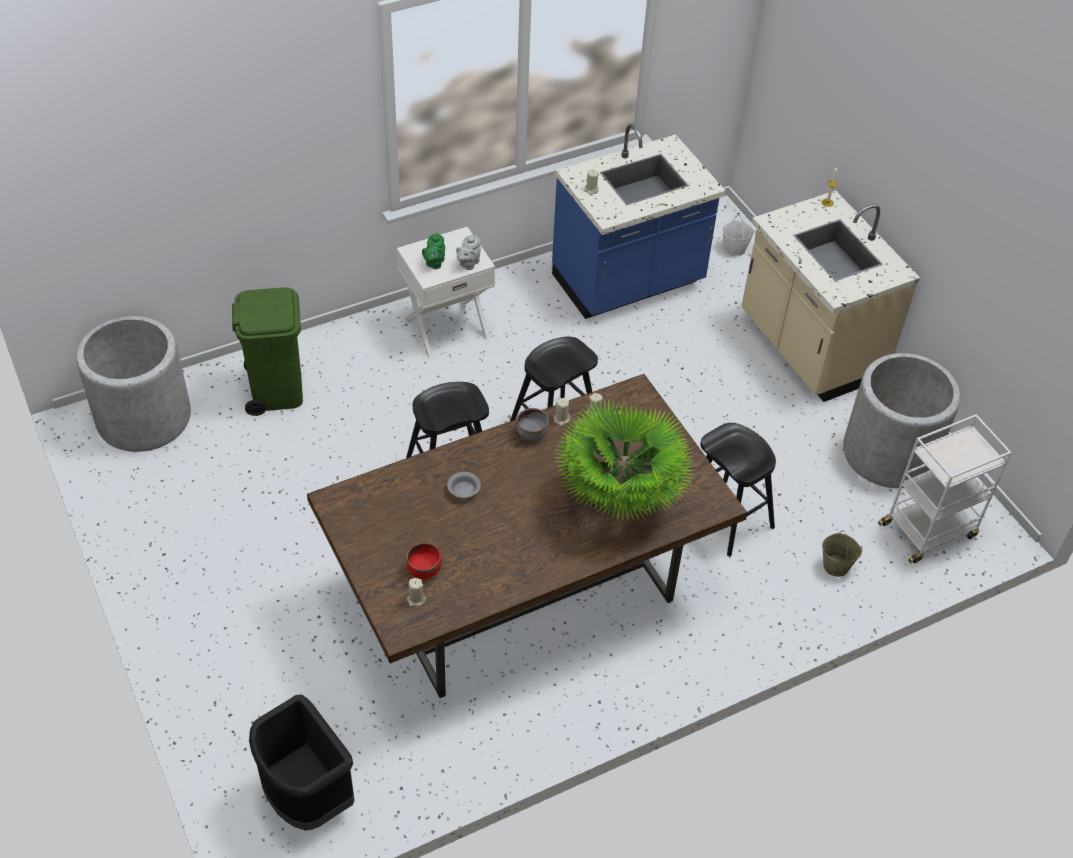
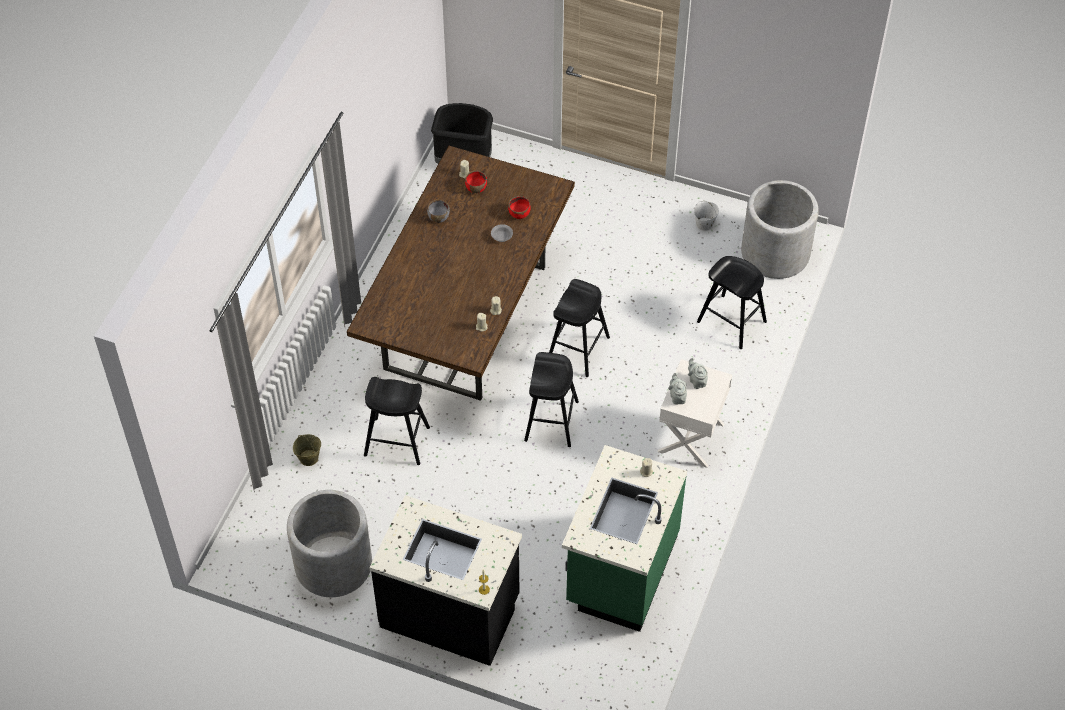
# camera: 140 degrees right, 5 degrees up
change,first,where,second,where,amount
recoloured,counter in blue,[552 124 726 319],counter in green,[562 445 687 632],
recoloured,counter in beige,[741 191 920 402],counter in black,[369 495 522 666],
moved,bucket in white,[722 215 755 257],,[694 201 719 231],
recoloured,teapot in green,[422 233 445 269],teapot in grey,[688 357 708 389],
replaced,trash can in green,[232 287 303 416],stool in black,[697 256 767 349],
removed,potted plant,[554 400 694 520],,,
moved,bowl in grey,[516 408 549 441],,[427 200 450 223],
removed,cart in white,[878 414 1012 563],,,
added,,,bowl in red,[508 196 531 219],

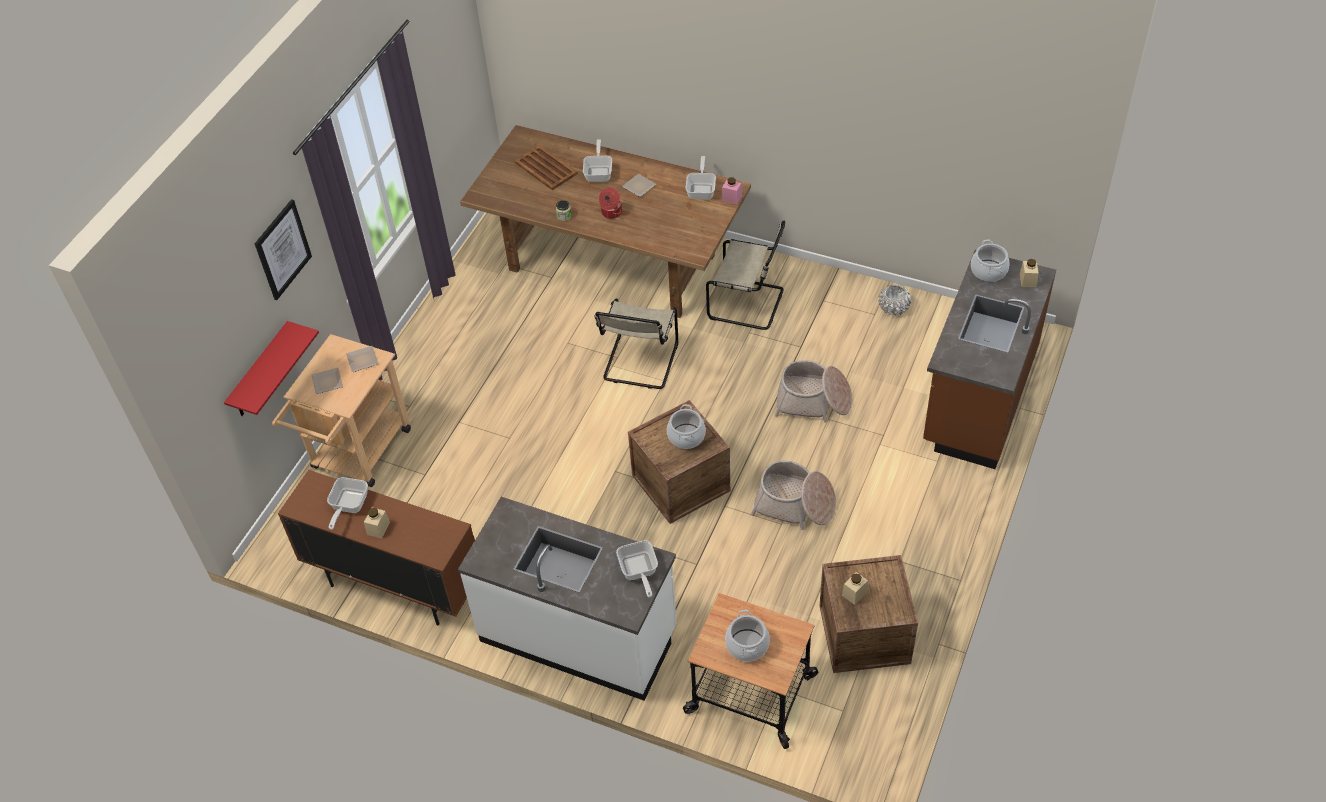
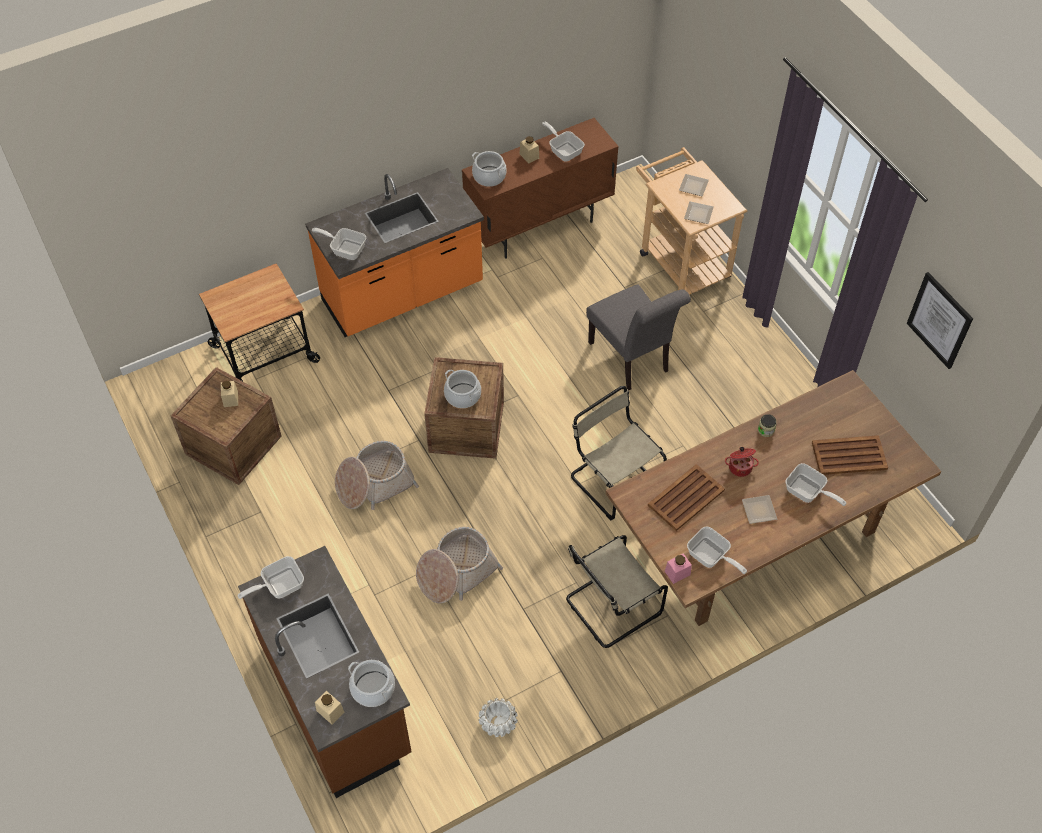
# camera: 125 degrees right, 5 degrees up
change,first,where,second,where,amount
moved,picture,[255 199 312 300],,[907 272 973 369],
removed,shelf in red,[224 321 319 416],,,
recoloured,counter in white,[458 497 677 701],counter in orange,[305 168 484 337],
moved,cooking pot,[725 610 770 662],,[472 151 507 187],
added,,,chair in grey,[586 284 691 391],
added,,,tray in brown,[648 464 725 531],
added,,,frying pan,[238 556 304 599],

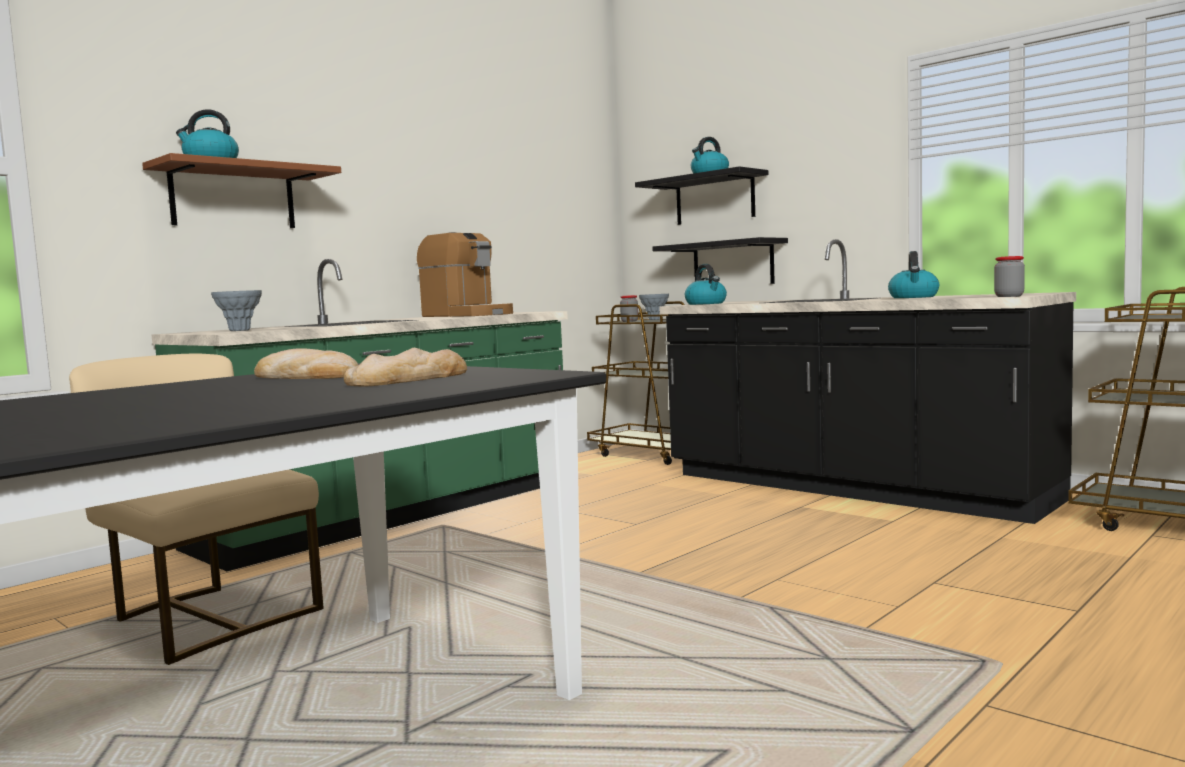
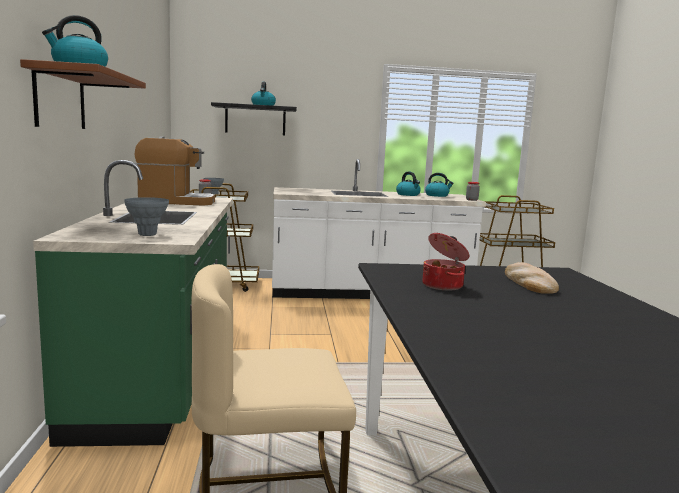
# camera: 50 degrees left, 5 degrees up
change,first,where,second,where,amount
removed,shelf in black,[652 237 788 284],,,
recoloured,counter in black,[660 239 1076 524],counter in white,[272 159 486 299],
moved,kettle,[685 264 727 305],,[425 173 454 197],
replaced,bread,[254 348 358 379],cooking pot,[422 233 469 290],

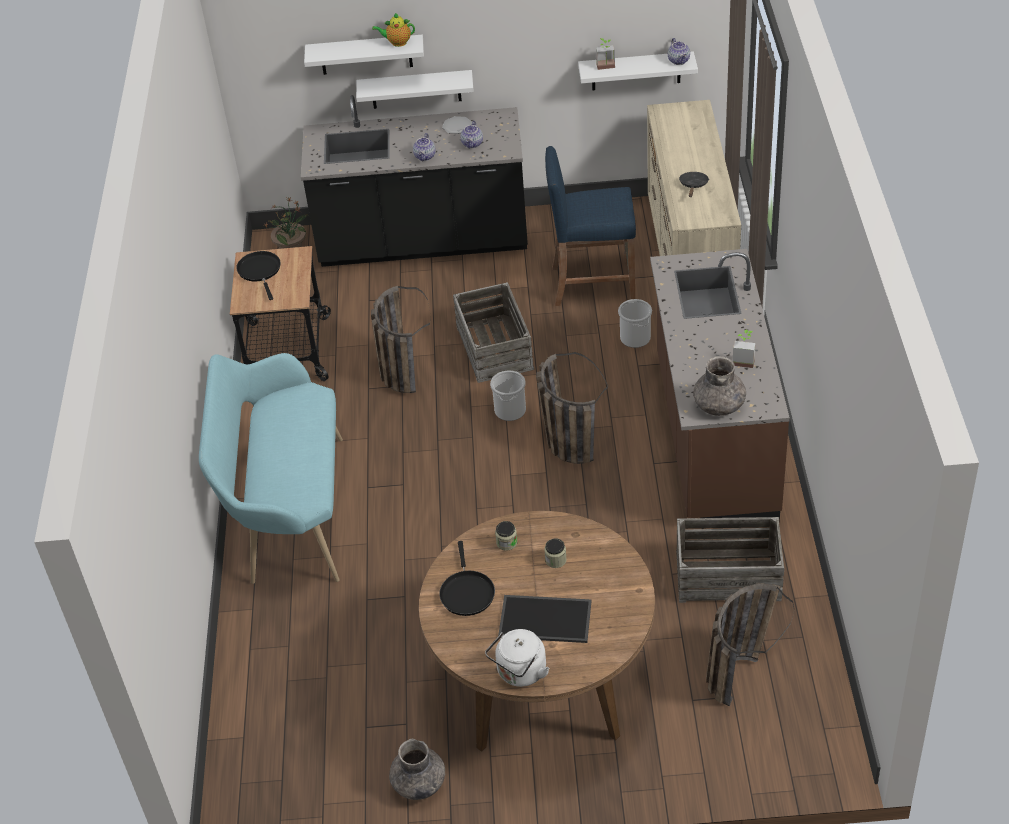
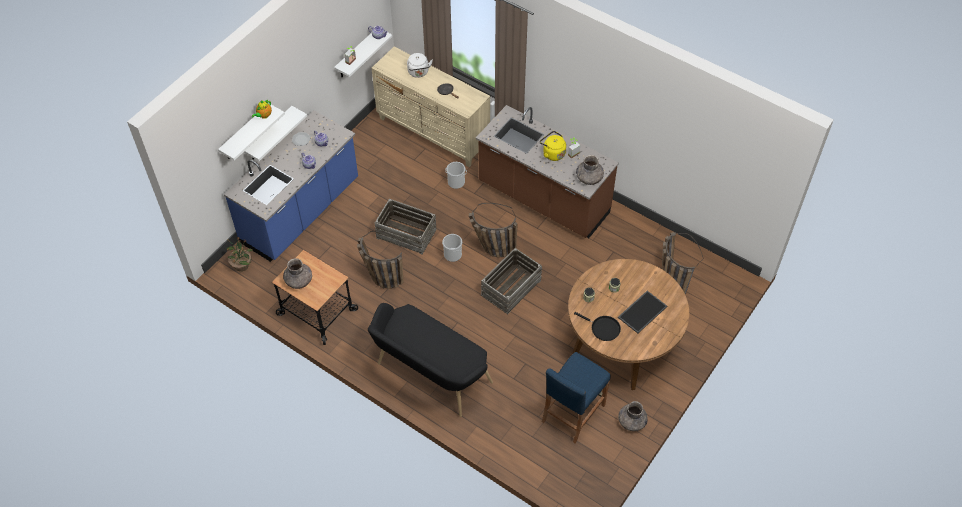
# camera: 55 degrees left, 10 degrees up
change,first,where,second,where,amount
recoloured,counter in black,[301 95 528 267],counter in blue,[224 111 358 262],
moved,stool in blue,[545 146 636 306],,[542 352 611 443],
replaced,frying pan in black,[236 251 280 300],vase in grey,[283 258 312 289],
recoloured,bench in turquoise,[199 353 343 584],bench in black,[368 303 493 417],
moved,crate,[676 517 784 603],,[481 248 542 314],
moved,kettle in white,[485 629 549 687],,[407 53 433 78],
added,,,kettle in yellow,[539 131 566 161],

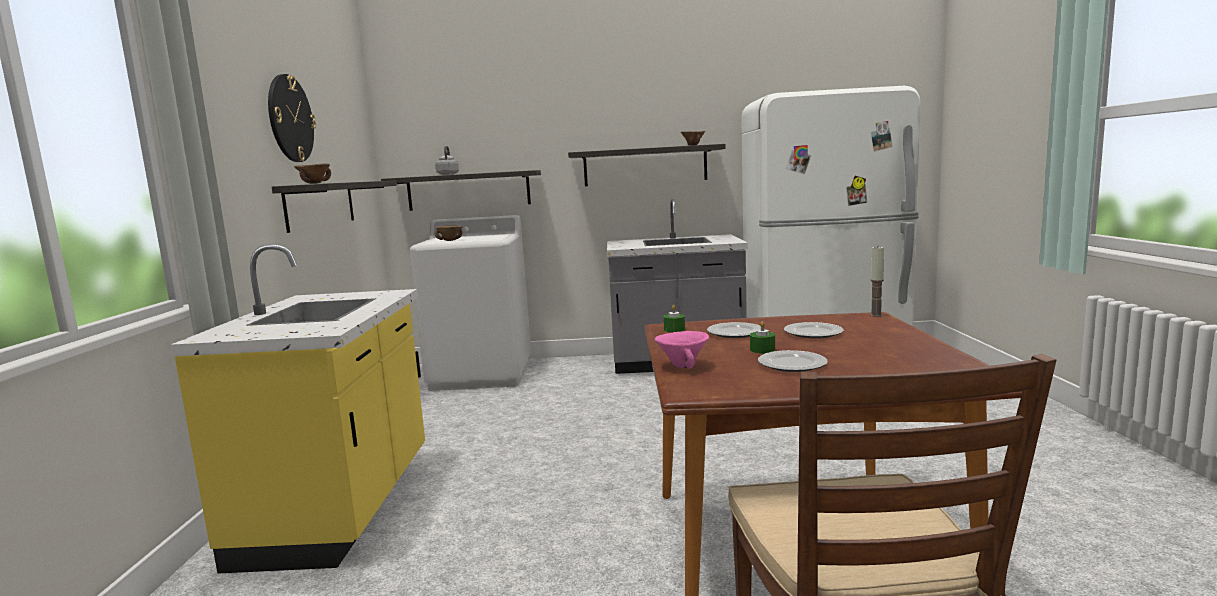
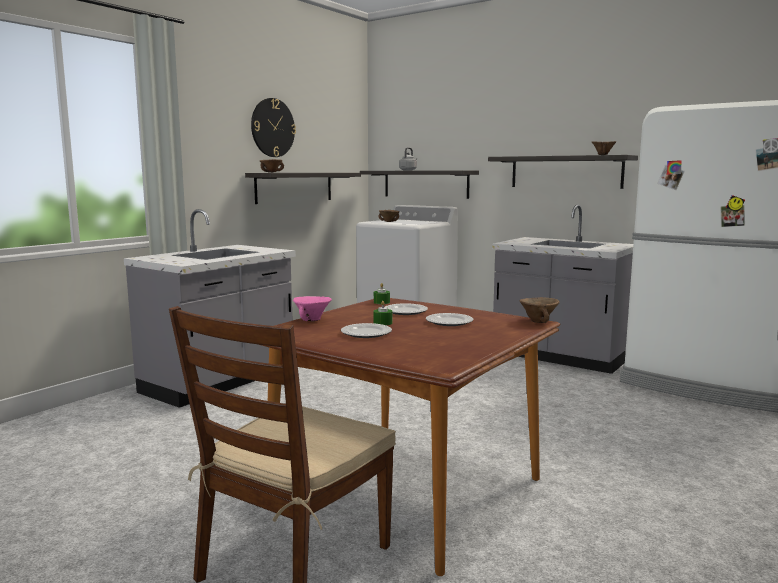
# camera: 35 degrees right, 0 degrees up
change,first,where,second,where,amount
recoloured,counter in yellow,[171 244 425 574],counter in grey,[124 209 296 408],
replaced,candle,[870 247 884 317],bowl in brown,[520 297 560 323],

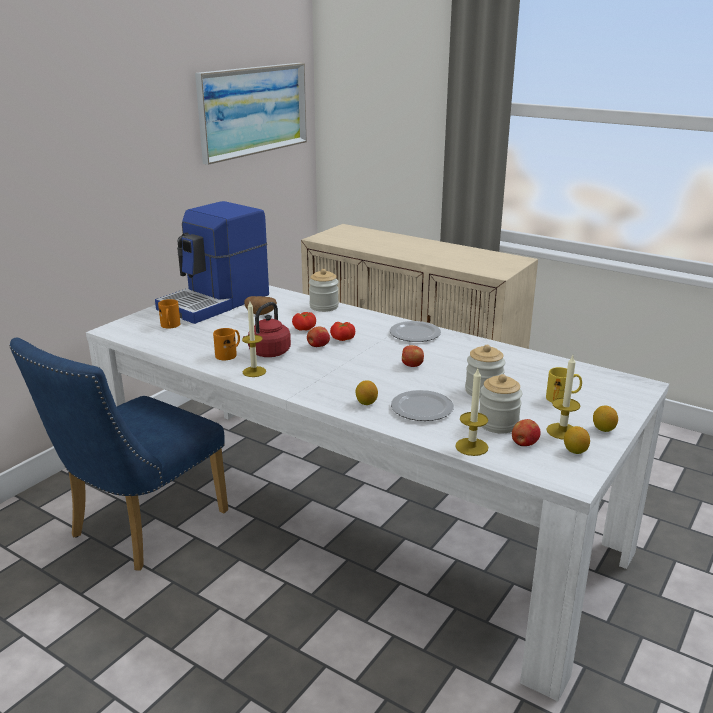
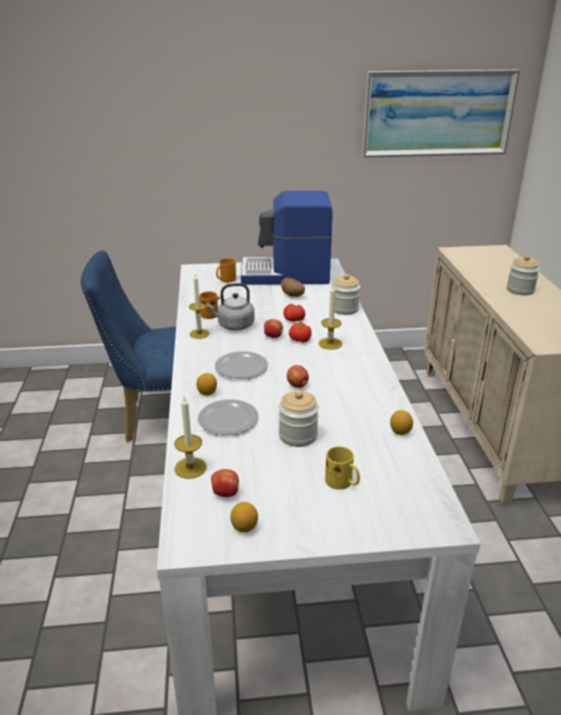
# camera: 50 degrees right, 5 degrees up
change,first,where,second,where,amount
recoloured,kettle in red,[244 302 291 357],kettle in grey,[206 283 255 331],
moved,plate,[390 321 441 342],,[215 351 268 379],
moved,candle,[546 355 580 440],,[318 286 342 350],
moved,jar,[479 374 522 433],,[507 255 540 295],
moved,lemon,[593 406 618 432],,[390 410 413 435],

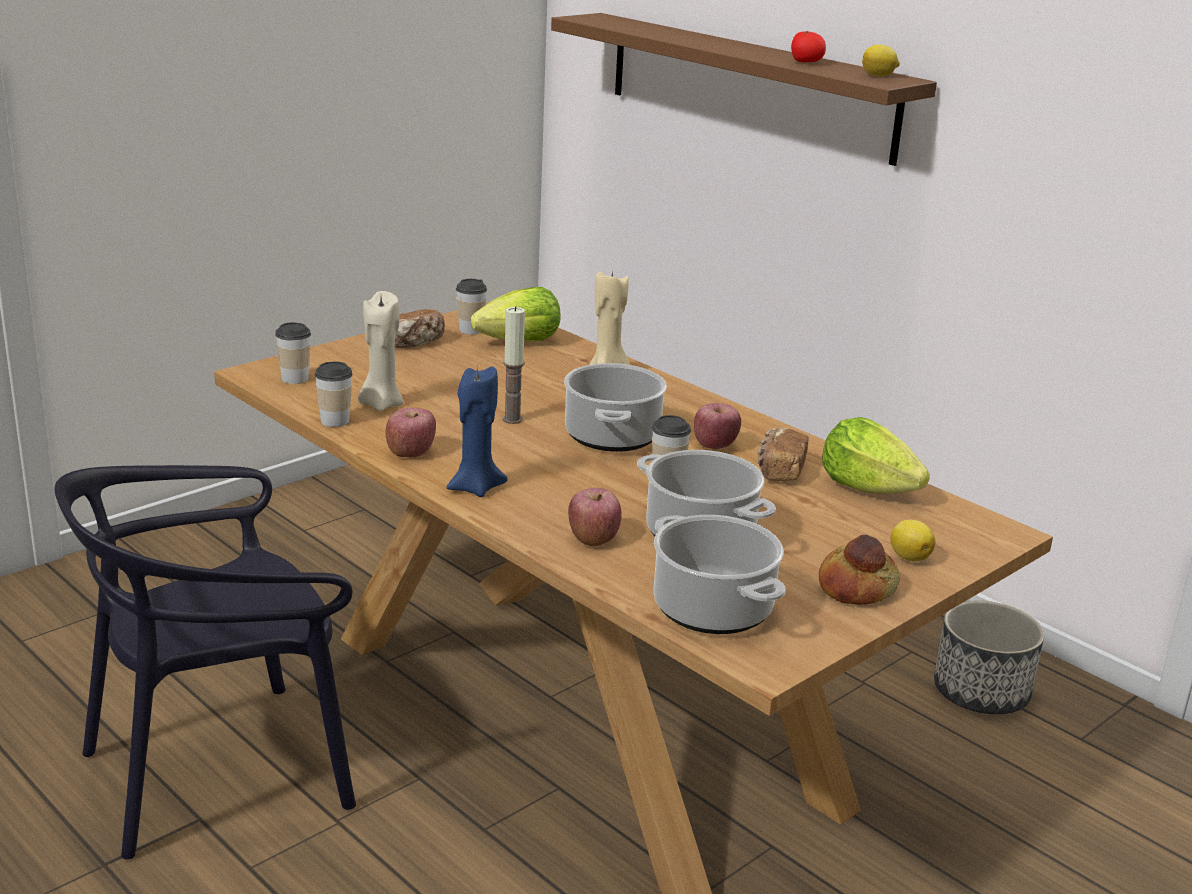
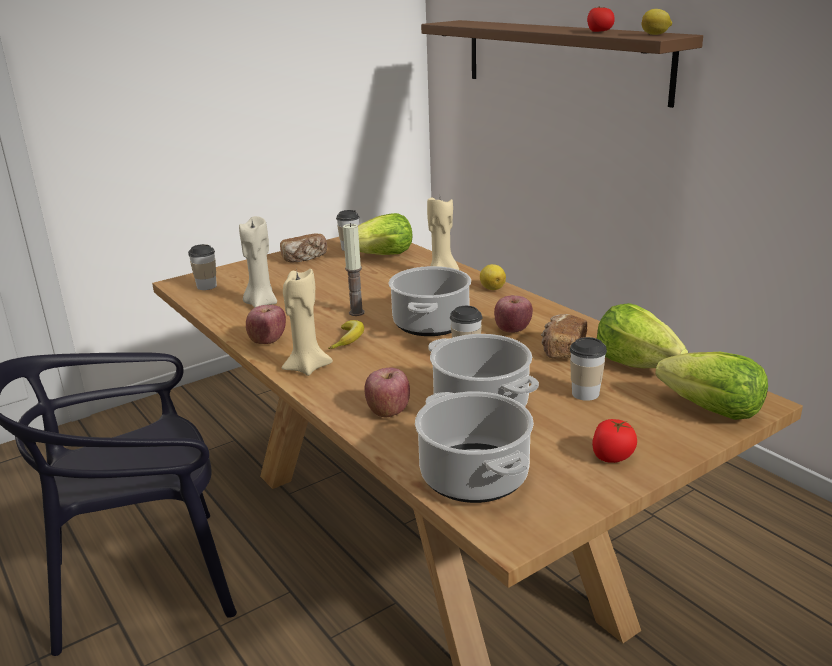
# camera: 10 degrees right, 0 degrees up
change,first,where,second,where,amount
moved,cup,[315 361 353 427],,[570 337 607 401],
recoloured,candle in blue,[446 367 508 497],candle in beige,[282 269 333 376],
moved,lemon,[891 520 935 562],,[480 264 506 290],
replaced,bread,[819 535 900 605],tomato,[592 419 637 463],
removed,planter,[934 601 1044 714],,,
added,,,banana,[328 320 364 349],
added,,,lettuce,[655 352 768 420],

